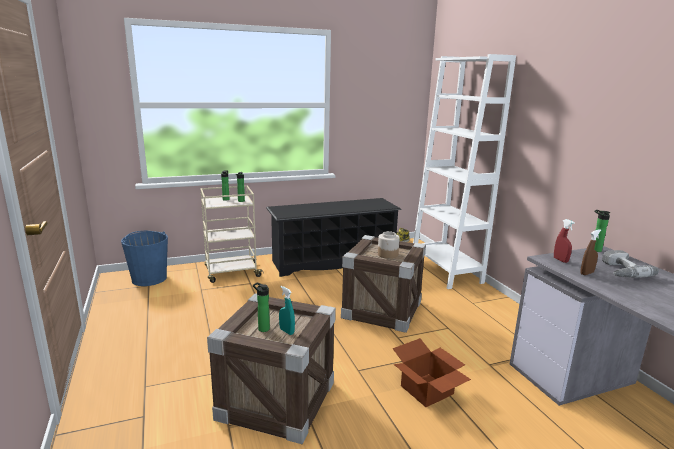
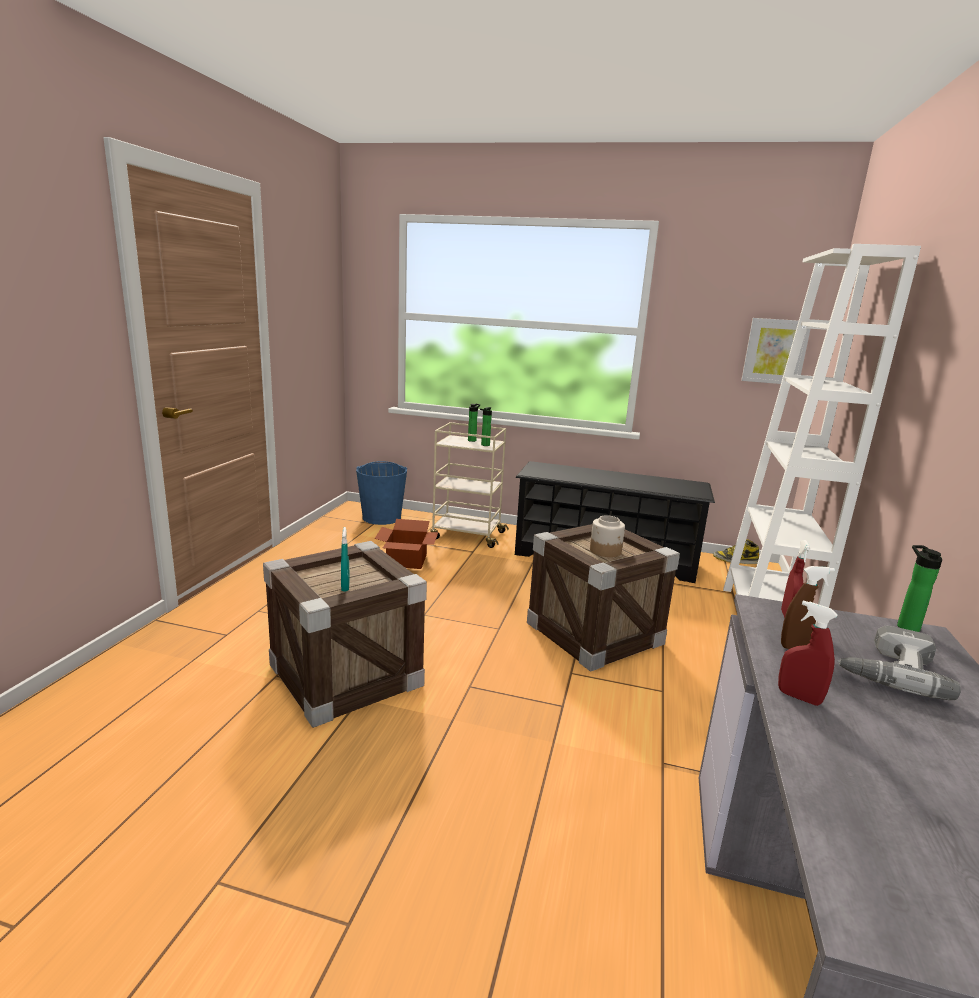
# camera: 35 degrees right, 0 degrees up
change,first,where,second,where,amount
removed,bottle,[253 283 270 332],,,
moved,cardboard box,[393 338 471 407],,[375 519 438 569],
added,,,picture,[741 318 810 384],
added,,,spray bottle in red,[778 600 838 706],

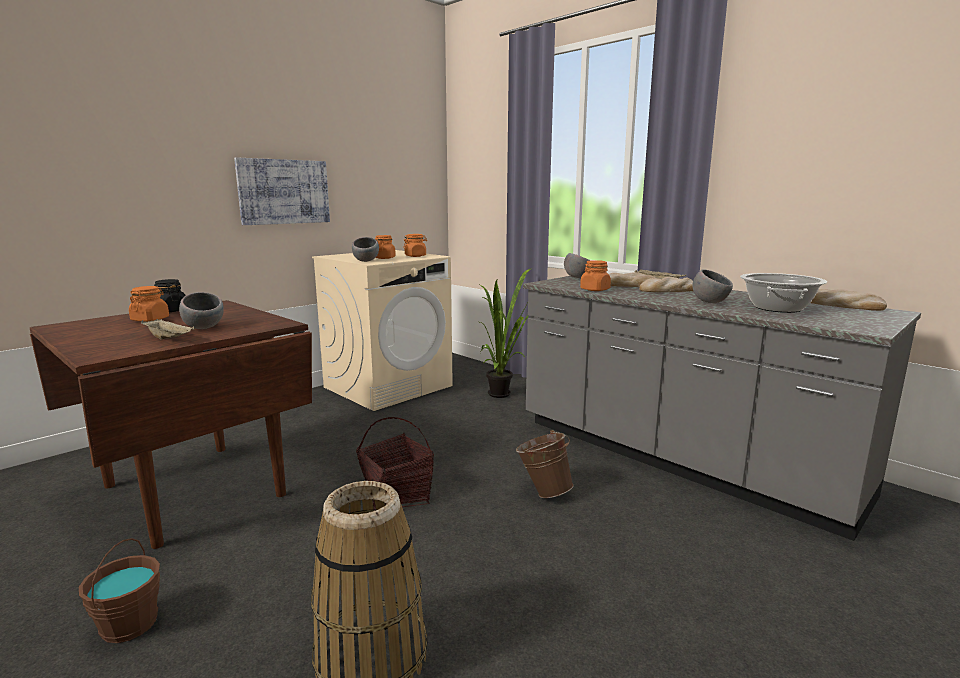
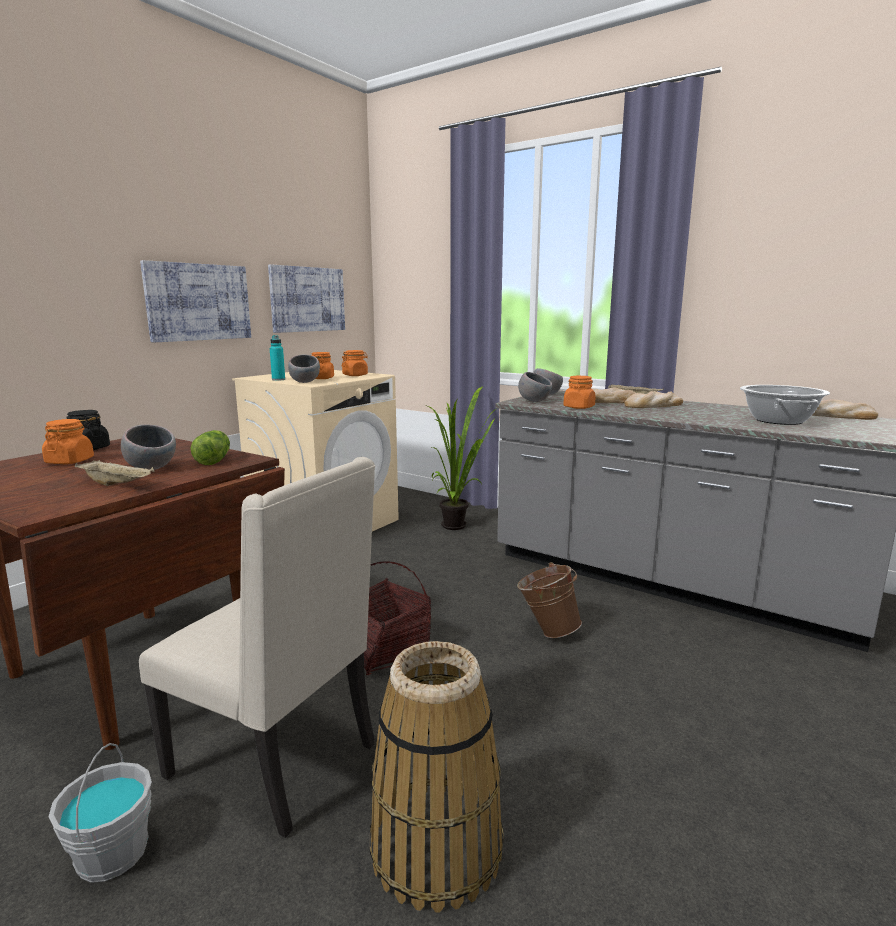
# camera: 10 degrees left, 0 degrees up
change,first,where,second,where,amount
moved,bowl in grey,[692 269 733 303],,[518 372 552 402],
recoloured,bucket in brown,[79 538 160 643],bucket in grey,[48 743 152 883],
added,,,picture,[268 265 345 333],
added,,,bottle in turquoise,[270 335 285 381],
added,,,lettuce,[191 430 230 465],
added,,,chair in beige,[139 457 375 838],

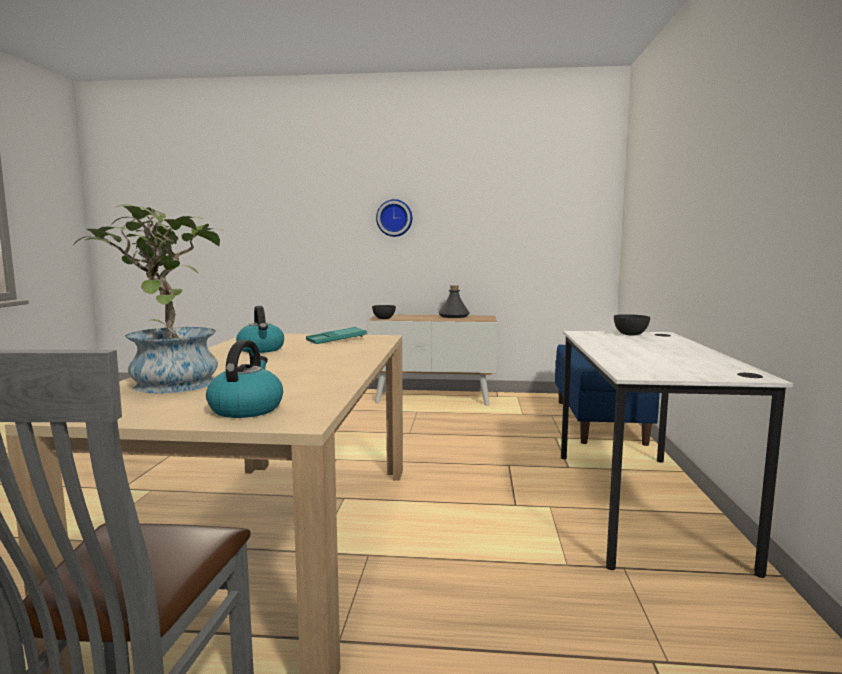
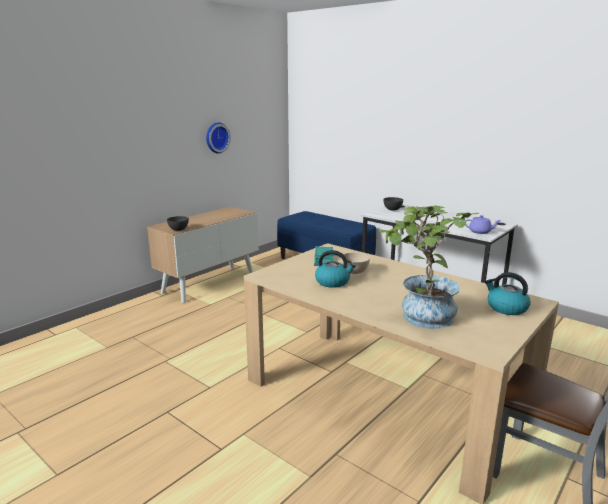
# camera: 55 degrees left, 10 degrees up
change,first,where,second,where,amount
moved,wall clock,[376 199 412 237],,[206 122 231 153],
removed,bottle in grey,[438 285 470 318],,,
added,,,teapot in purple,[465 215 501 234],
added,,,bowl in beige,[340 252 370 274],

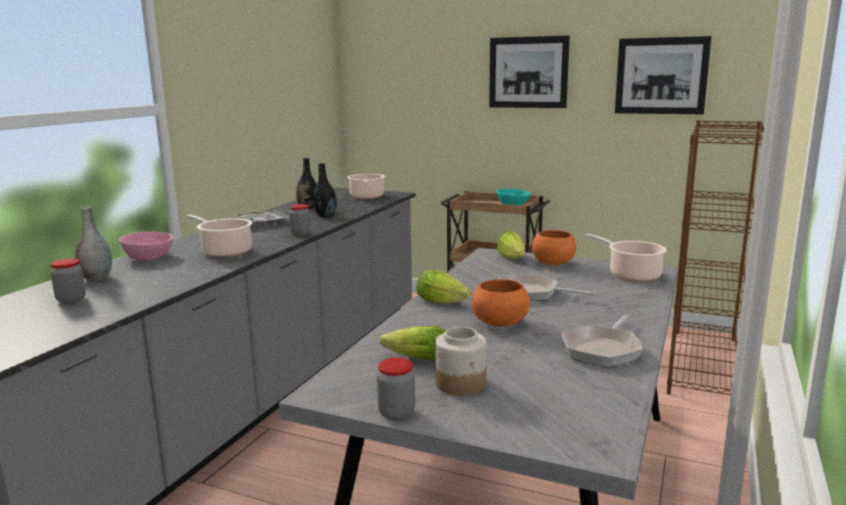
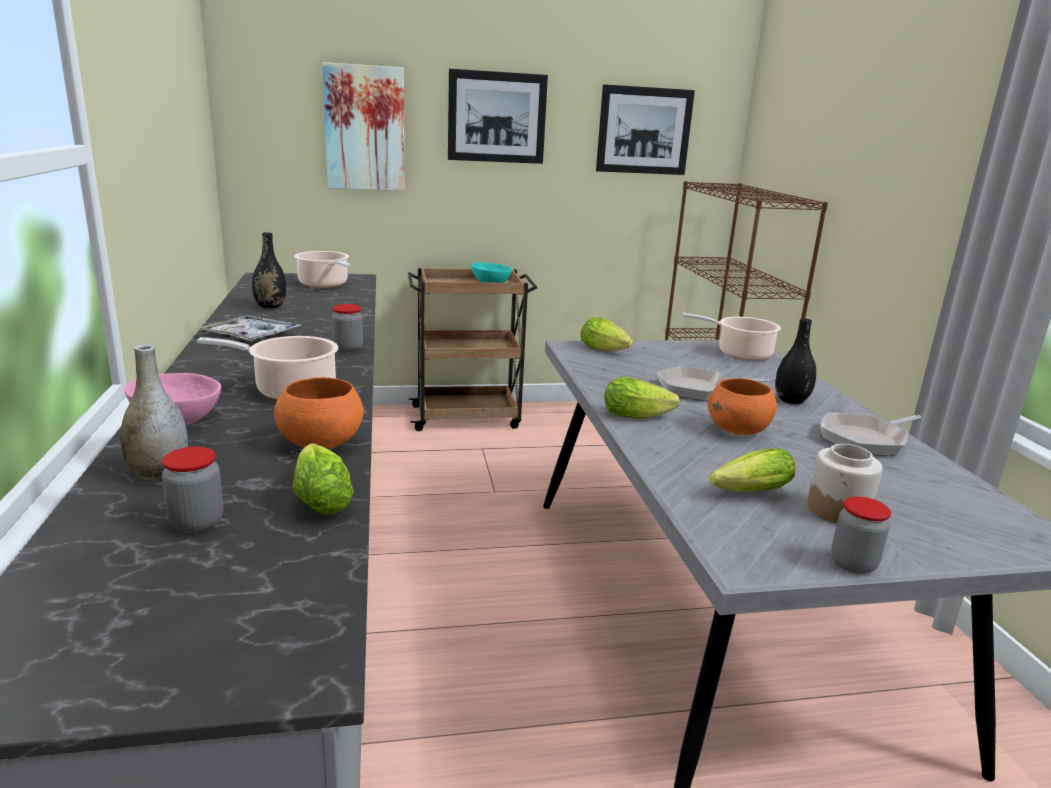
# camera: 35 degrees left, 5 degrees up
change,first,where,second,where,amount
moved,vase in black,[313 163 337 217],,[775 318 816 404],
moved,bowl in orange,[532 230 577 266],,[274 377 363 449],
turned,frying pan,[562 314 643 367],,[820 413 921 456],60 degrees clockwise
added,,,picture,[322 62 405 191],
added,,,lettuce,[293 443 354 514],

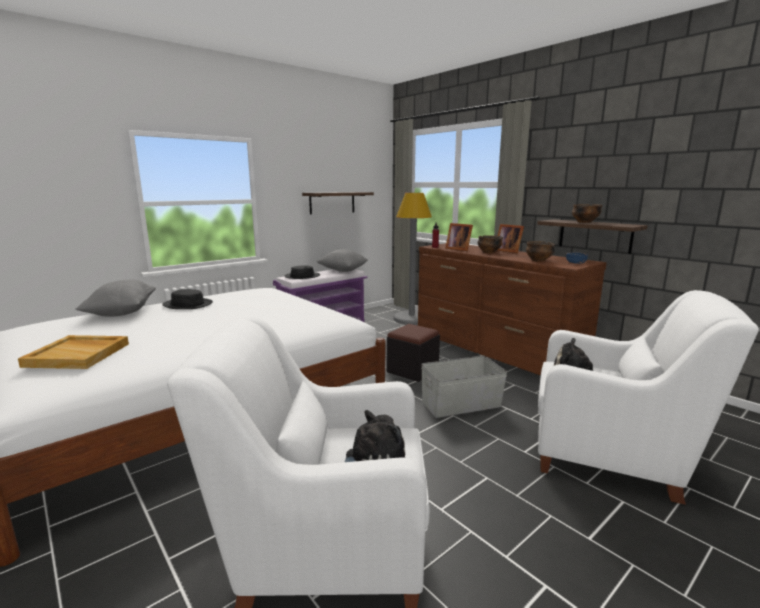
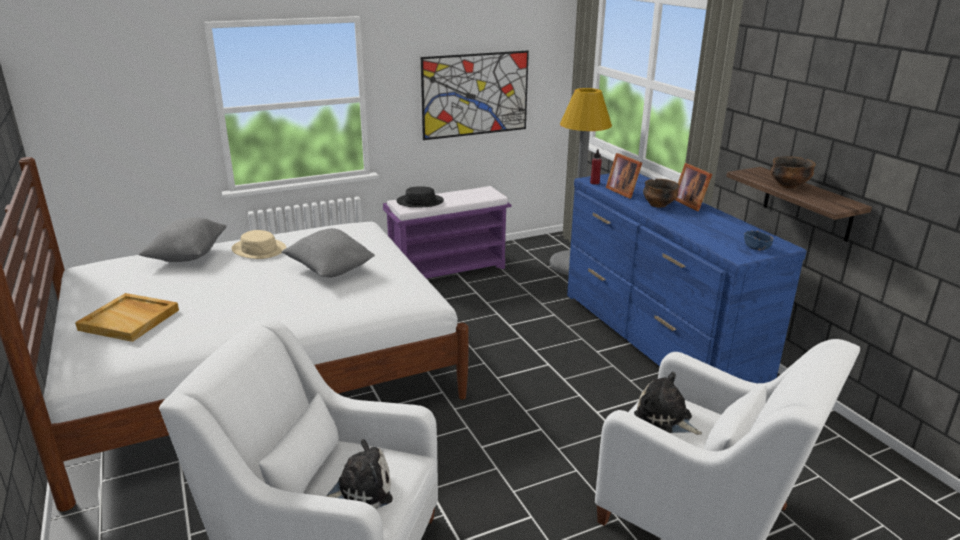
# camera: 15 degrees right, 10 degrees up
change,first,where,second,where,amount
replaced,shelf,[302 192 374 215],picture,[421 50 529 140],
removed,bowl,[526 241 555 262],,,
recoloured,dresser in brown,[418 243 606 376],dresser in blue,[567 173 807 383],
moved,pillow in grey,[317 249 368 272],,[282 228 375 278],
recoloured,hat in black,[162 289 213 309],hat in beige,[231 230 286 259],
removed,ottoman in black,[387 324 440 382],,,
removed,storage box in grey,[421 356 507 418],,,

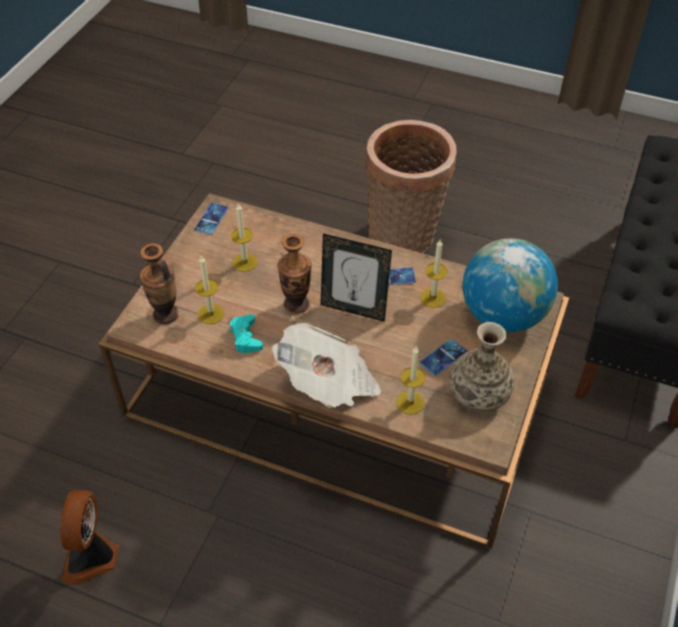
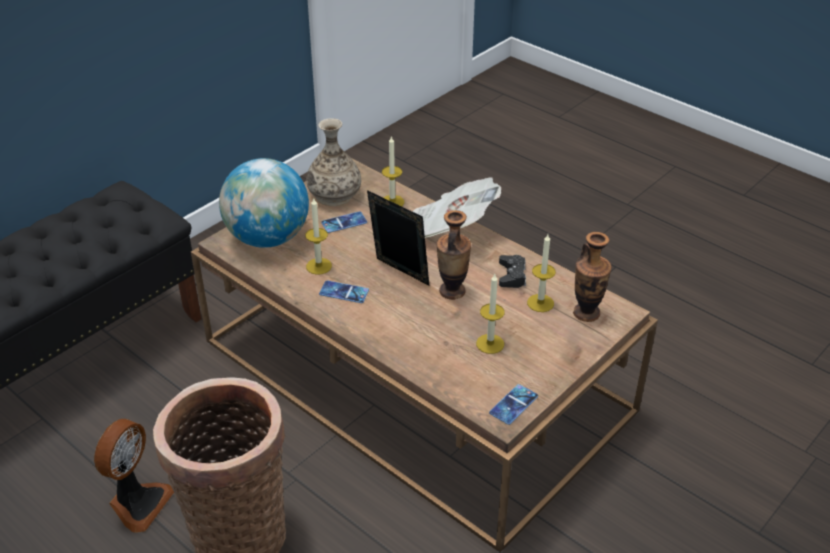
# camera: 160 degrees left, 10 degrees down
change,first,where,second,where,amount
recoloured,game controller in turquoise,[229 314 263 353],game controller in black,[499 255 526 288],
moved,fan,[60 490 119 585],,[94 419 174 533],

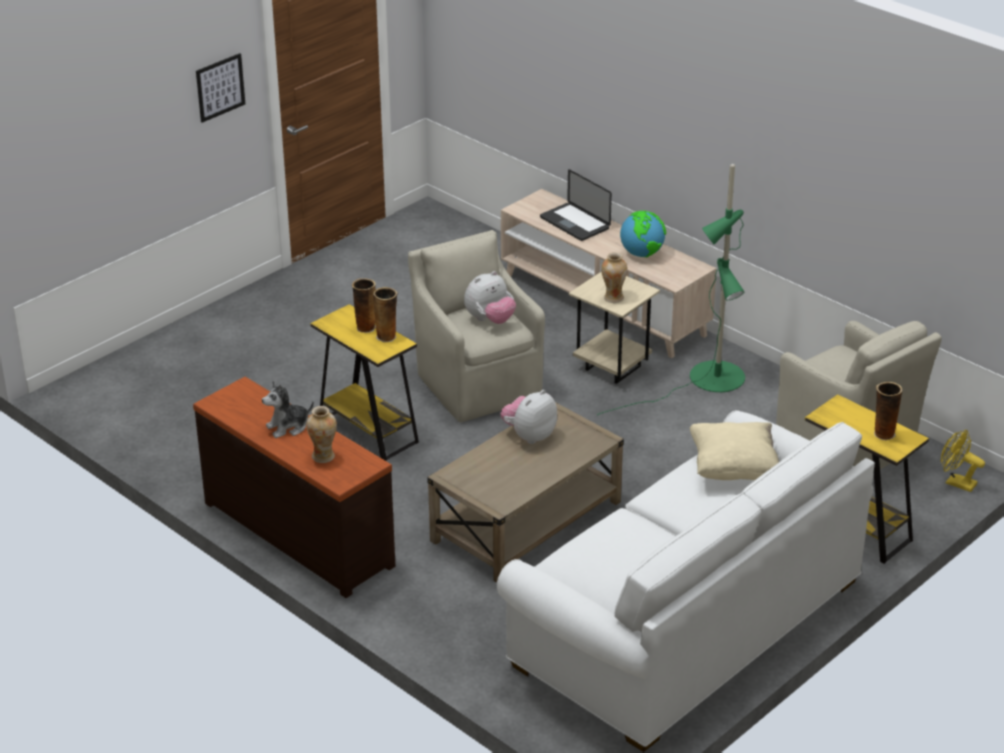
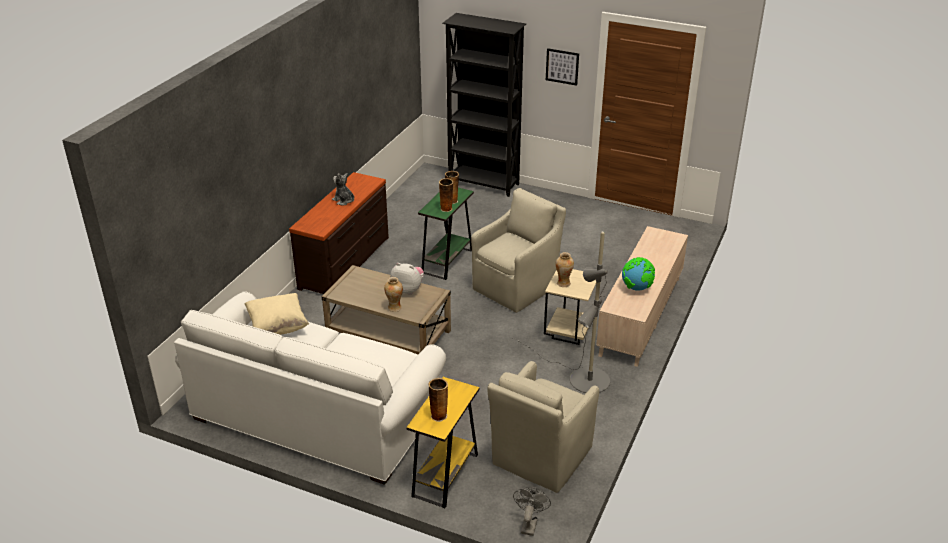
# camera: 70 degrees right, 0 degrees up
change,first,where,second,where,amount
recoloured,floor lamp in green,[597 164 745 415],floor lamp in grey,[513 231 610 393],
removed,laptop,[540 169 612 241],,,
removed,plush toy,[464 271 516 324],,,
recoloured,side table in yellow,[310 304 419 461],side table in green,[418 188 474 280],
moved,vase,[306 406 337 463],,[384 277 403 312],
moved,pillow in beige,[690 422 779 480],,[245 293 309 335],
recoloured,fan in yellow,[941 430 985 492],fan in grey,[513 487 551 536],
added,,,bookcase in black,[443 13 526 197],

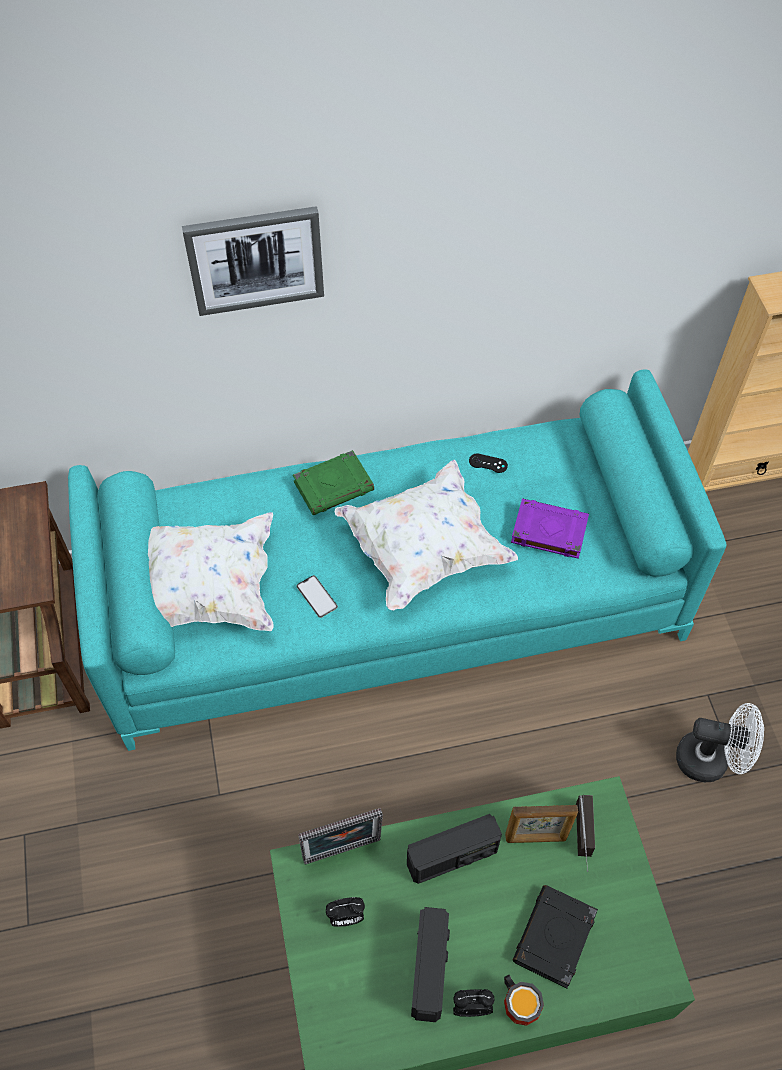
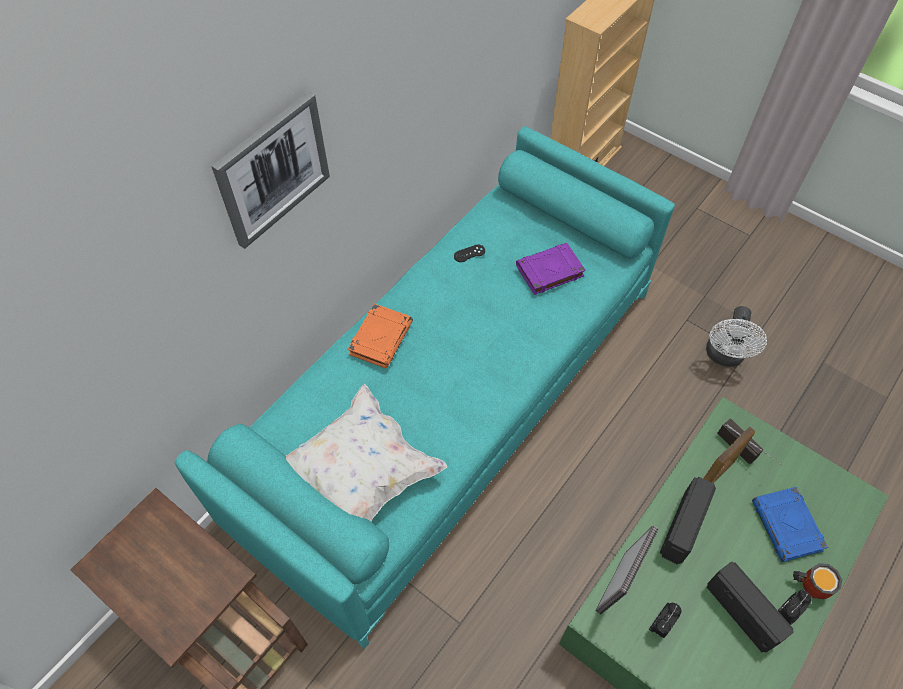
# camera: 40 degrees left, 0 degrees up
change,first,where,second,where,amount
recoloured,book in green,[293 450 374 515],book in orange,[348 304 413 368],
removed,pillow in white,[335 460 518 611],,,
removed,phone,[296 575 338 618],,,
turned,fan in white,[676 703 764 782],,[706 306 767 367],135 degrees clockwise
recoloured,book in black,[513 885 598 989],book in blue,[752 487 828 562],

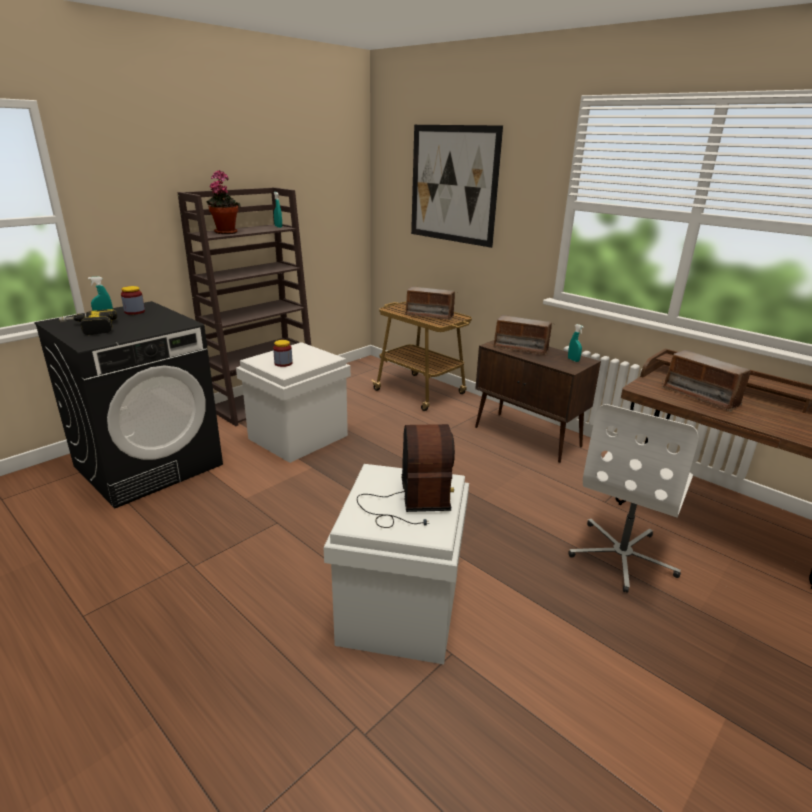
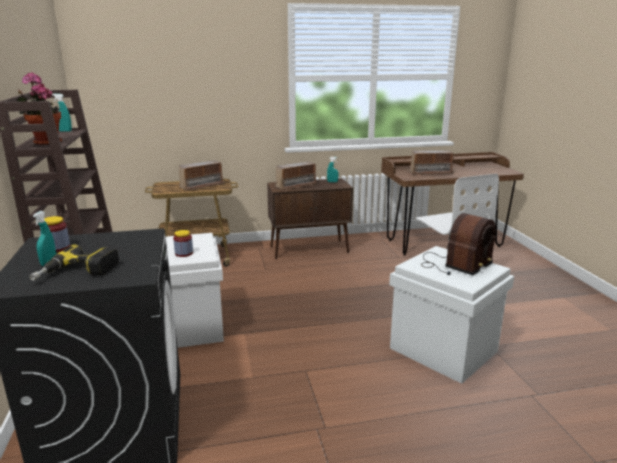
# camera: 55 degrees left, 5 degrees down
change,first,where,second,where,amount
removed,picture,[411 125 503 248],,,
turned,radio,[357 424 455 528],,[421 213 496 275],105 degrees clockwise

